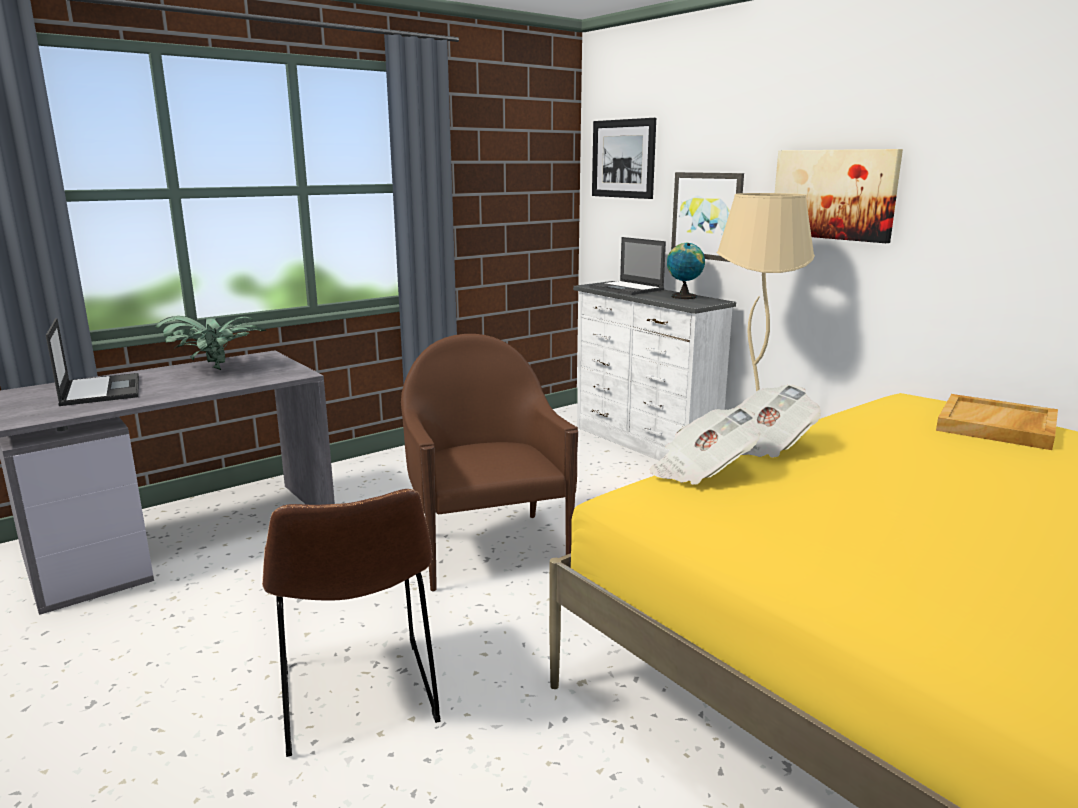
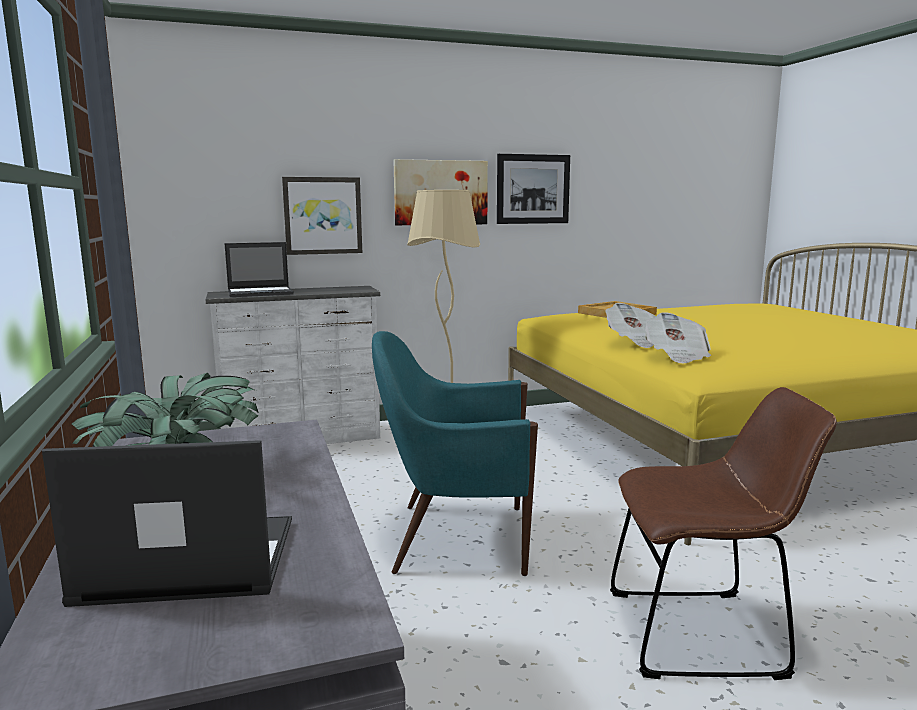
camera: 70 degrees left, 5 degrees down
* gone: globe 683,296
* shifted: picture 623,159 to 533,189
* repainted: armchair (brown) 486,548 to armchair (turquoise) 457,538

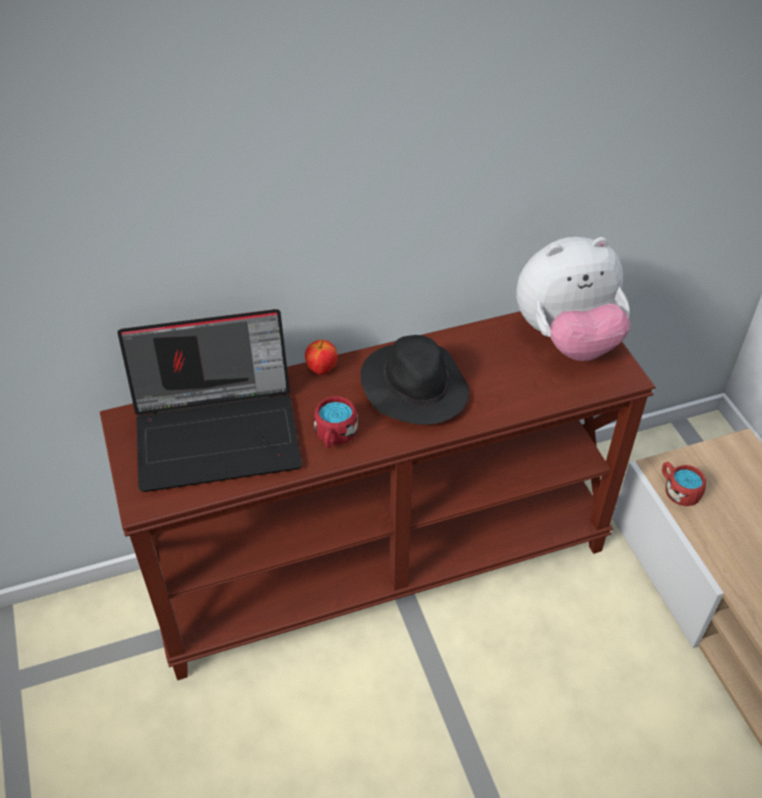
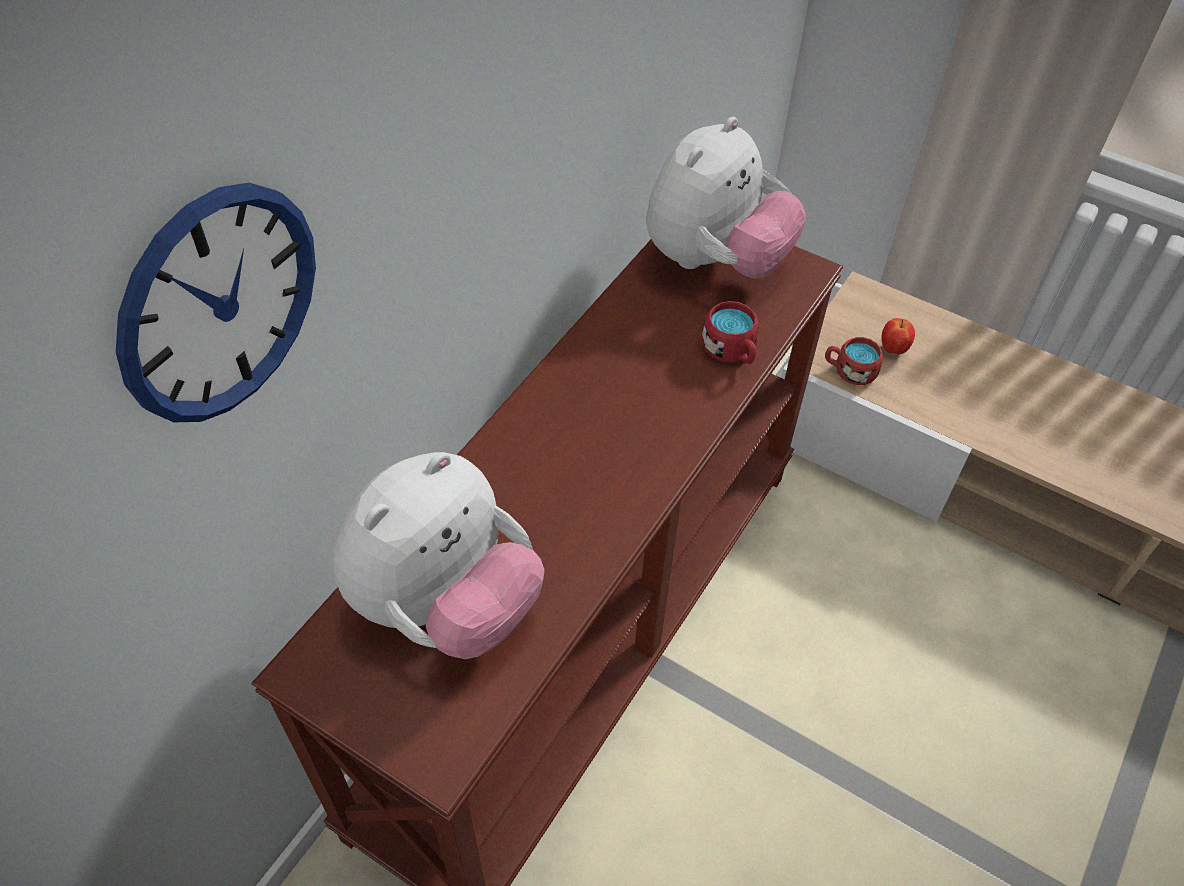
camera: 40 degrees left, 5 degrees up
* gone: hat (black) 413,387
* new: wall clock 220,304
* shifted: apple 322,369 to 893,349
* shifted: mug (red) 334,436 to 731,351
* swapped: laptop 219,432 to plush toy 446,604

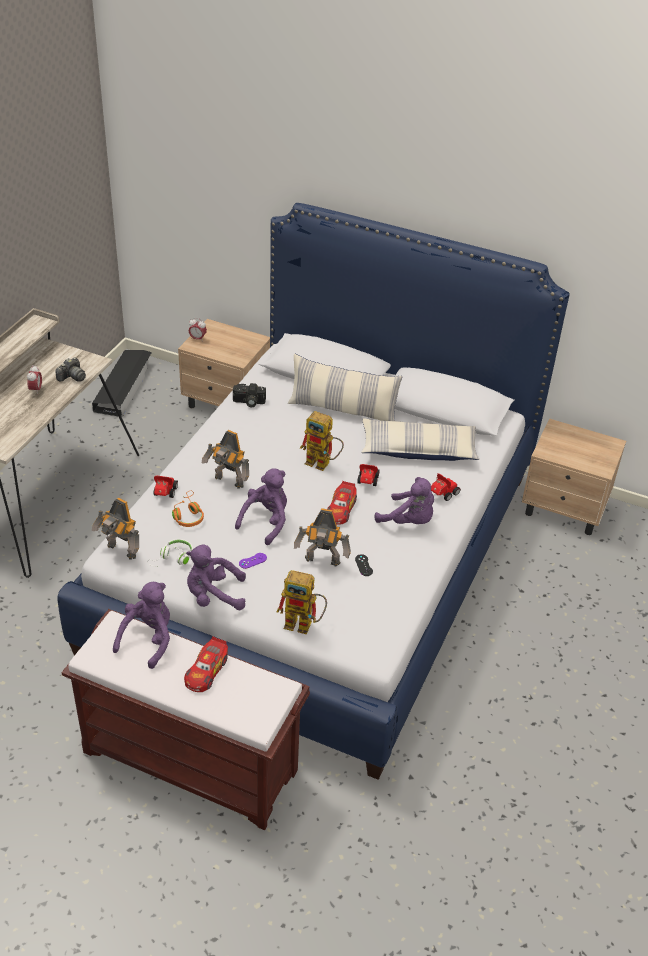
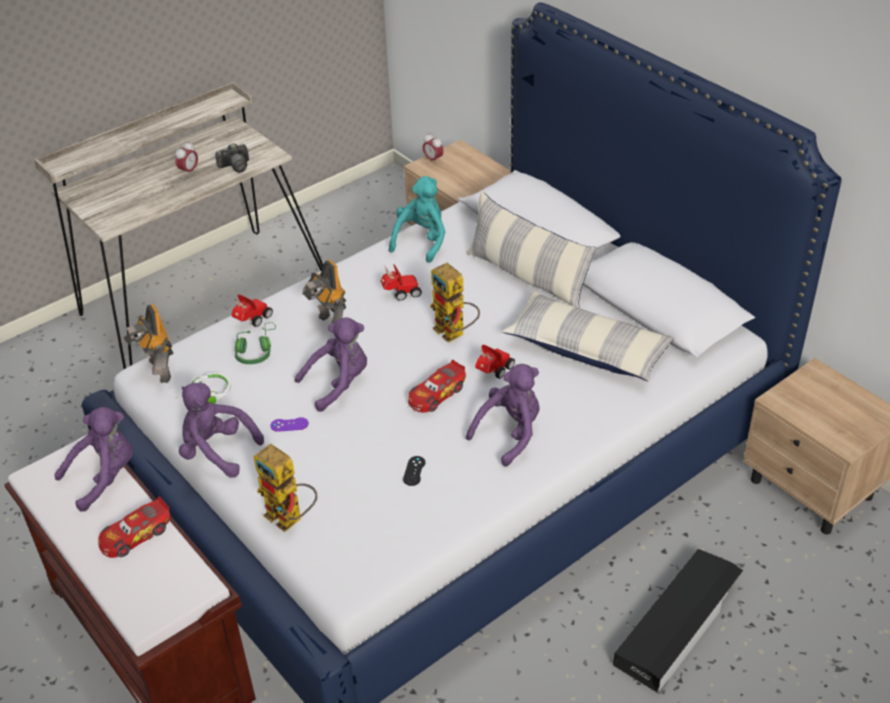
camera: 30 degrees right, 0 degrees up
* gone: toy robot 322,562
* shifted: storage box (black) 124,387 to 678,624
* shifted: toy car 442,495 to 400,293
* swapped: photo camera 248,402 to plush toy (turquoise) 421,241
* repainted: headphones (orange) 188,515 to headphones (green) 256,351
* rotated: plush toy (purple) 409,521 = 510,433 105 degrees counterclockwise

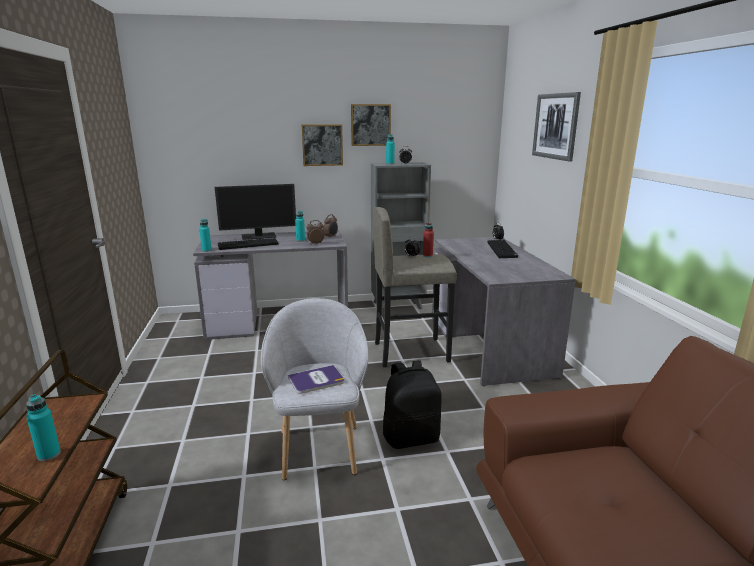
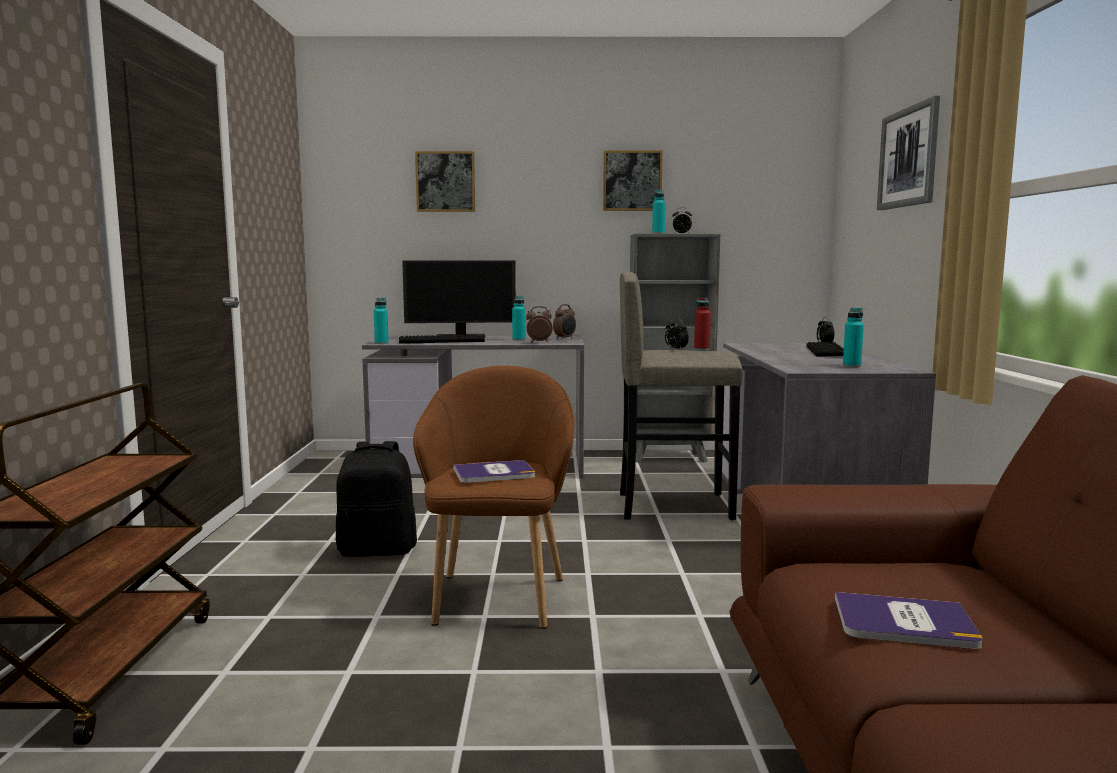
camera: 10 degrees right, 10 degrees down
* new: book 904,623
* shifted: bottle (turquoise) 49,454 to 851,366
* shifted: picture 322,145 to 445,181
* shifted: backpack (black) 411,437 to 378,550
* repainted: armchair (grey) 320,448 to armchair (brown) 498,597

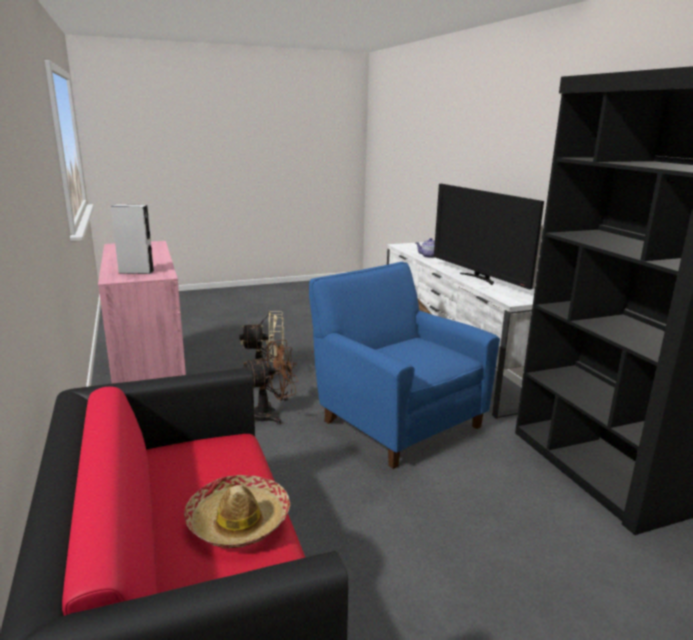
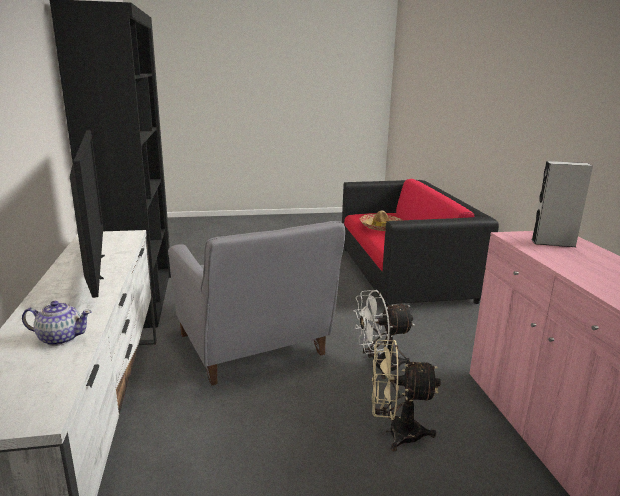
camera: 170 degrees left, 0 degrees up
* repainted: fan (brown) 271,415 to fan (white) 379,366
* repainted: armchair (blue) 395,420 to armchair (grey) 255,348

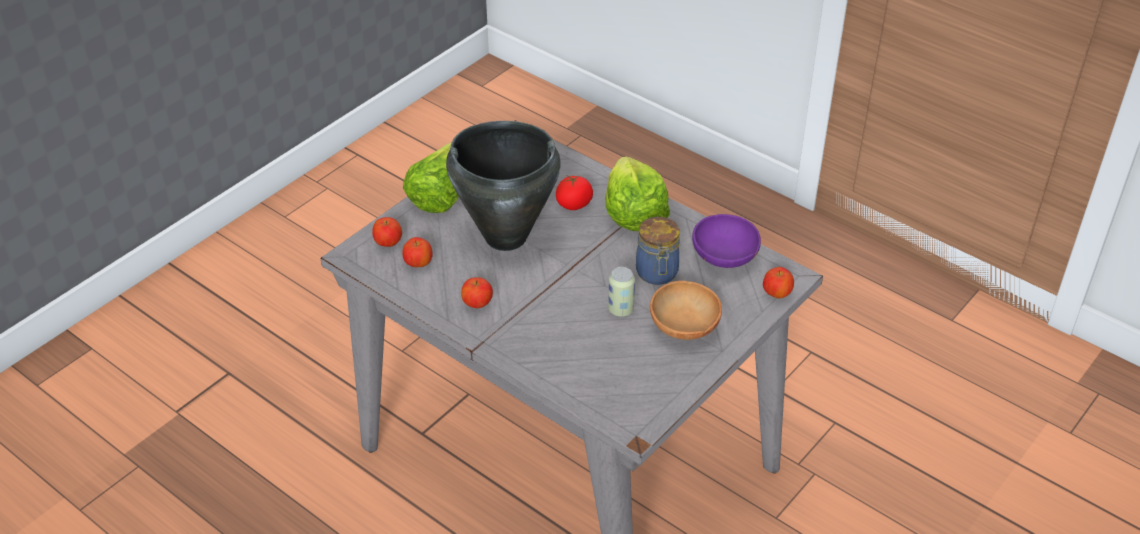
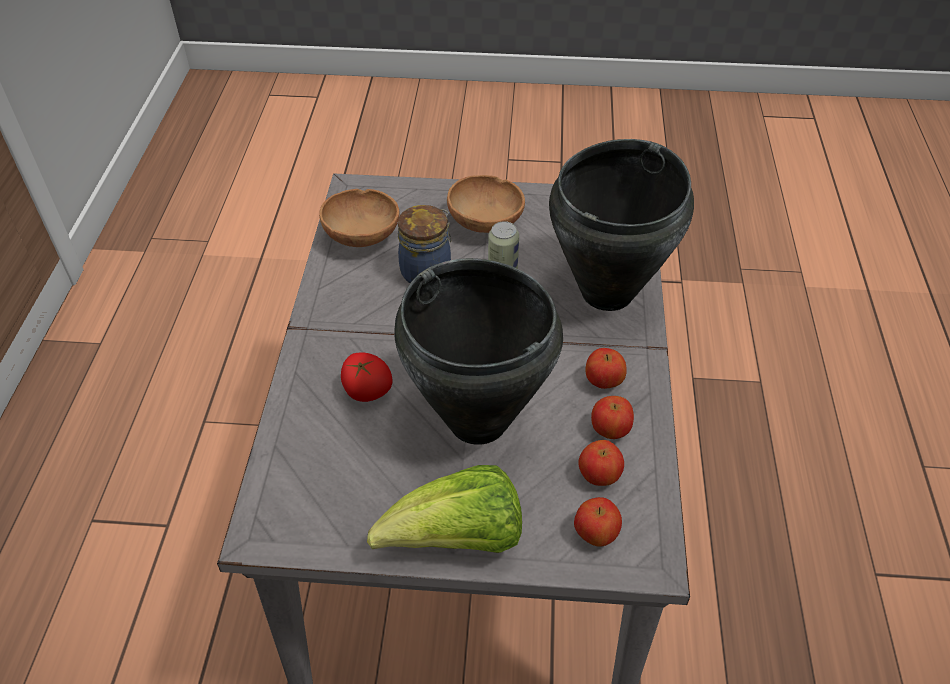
camera: 125 degrees left, 5 degrees up
* gone: lettuce 633,214
* new: cooking pot (black) 608,292
* shifted: apple 776,294 to 610,430
* repainted: bowl (purple) 724,259 to bowl (brown) 363,236

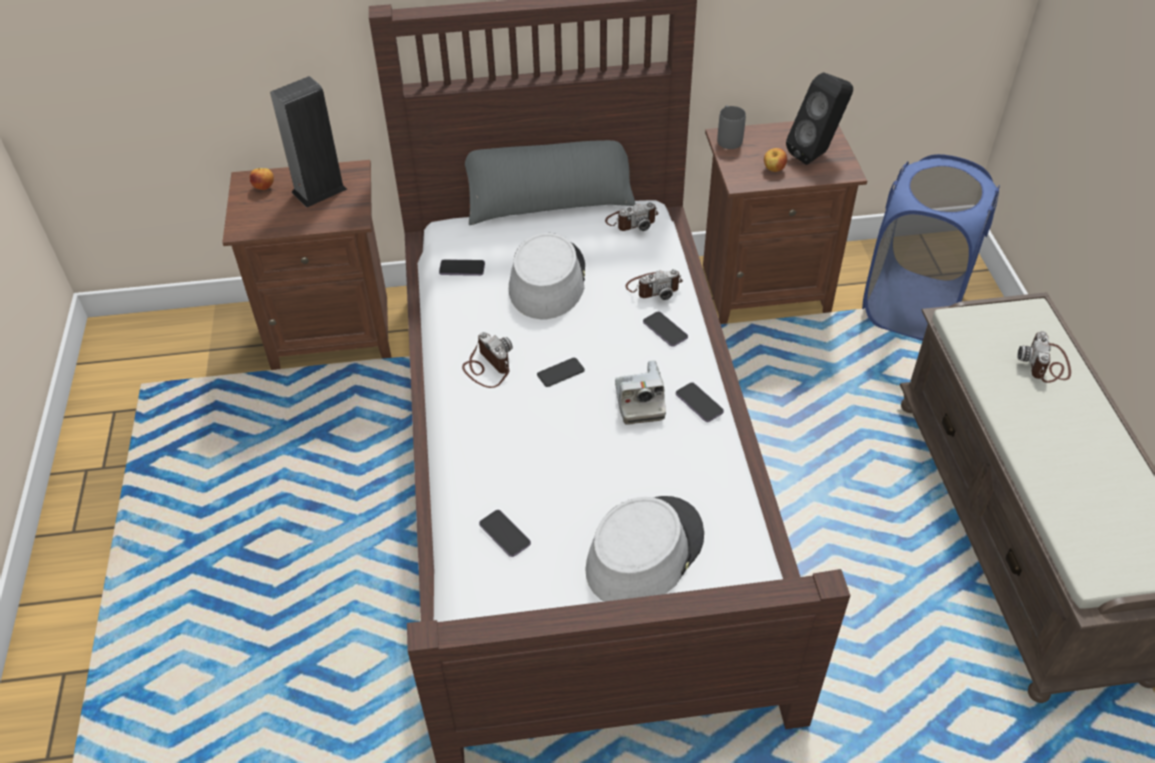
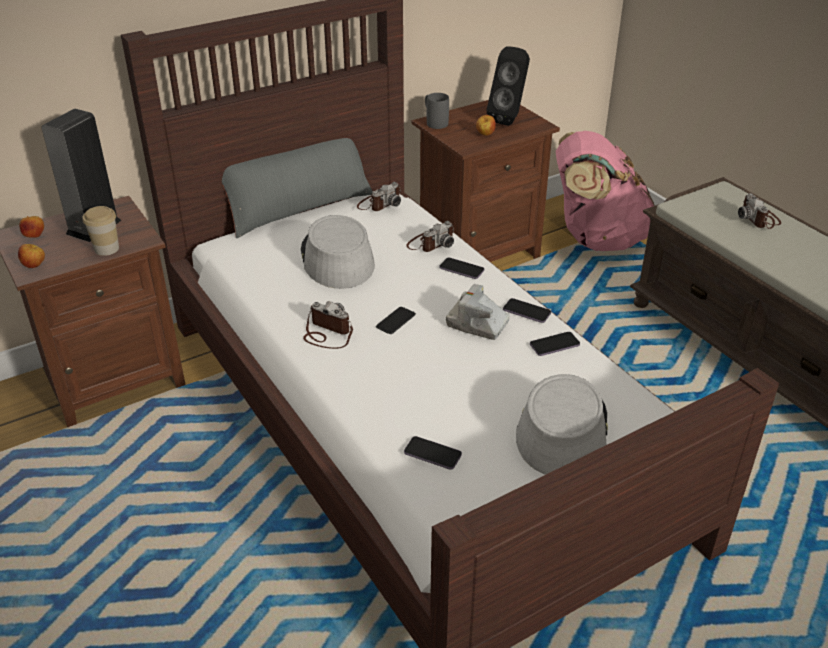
camera: 25 degrees left, 10 degrees down
* new: apple 34,266
* new: cup 106,249
* shifted: phone 462,269 to 554,345
* swapped: laundry basket (blue) 912,306 to backpack (pink) 595,238
* rotated: photo camera 639,402 = 477,324 150 degrees clockwise

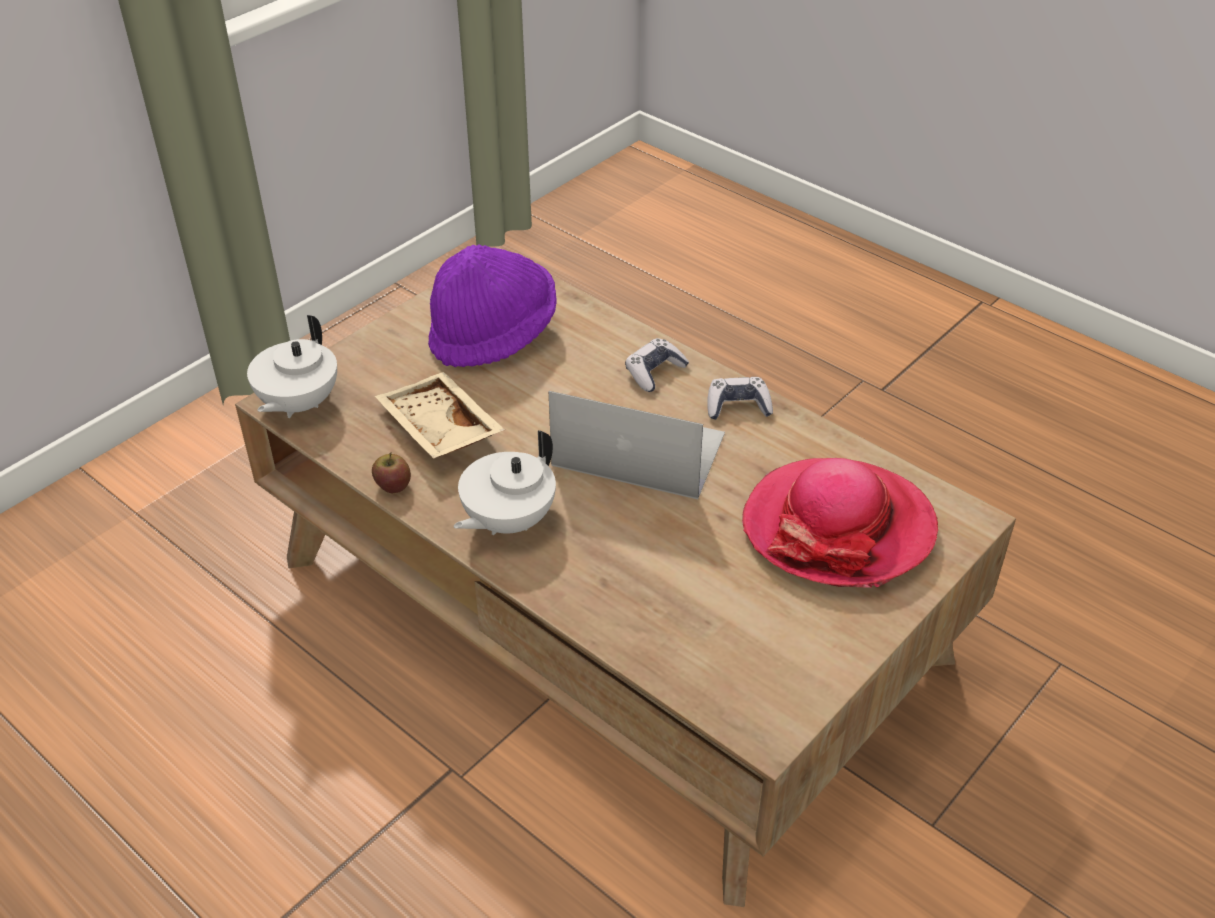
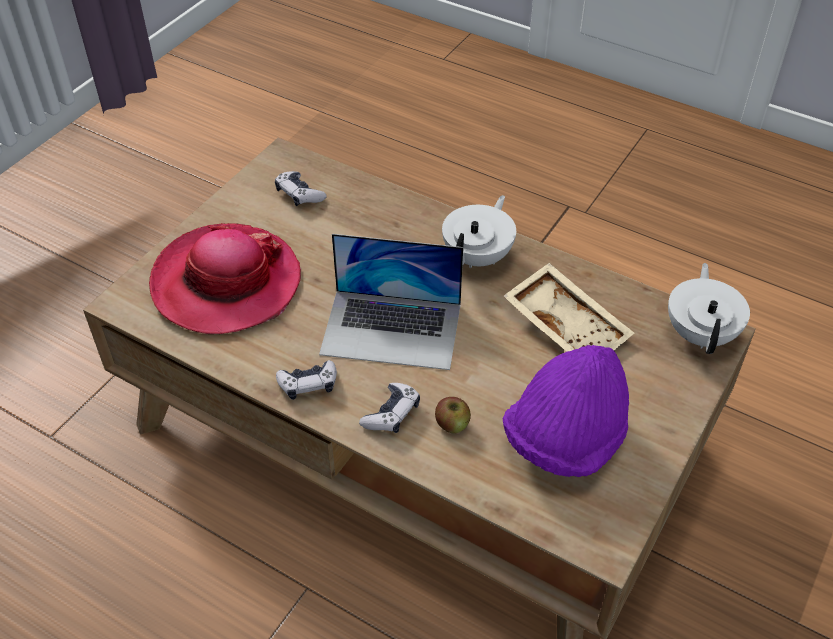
camera: 170 degrees right, 5 degrees up
* new: game controller 299,194
* shifted: apple 393,485 to 452,424

